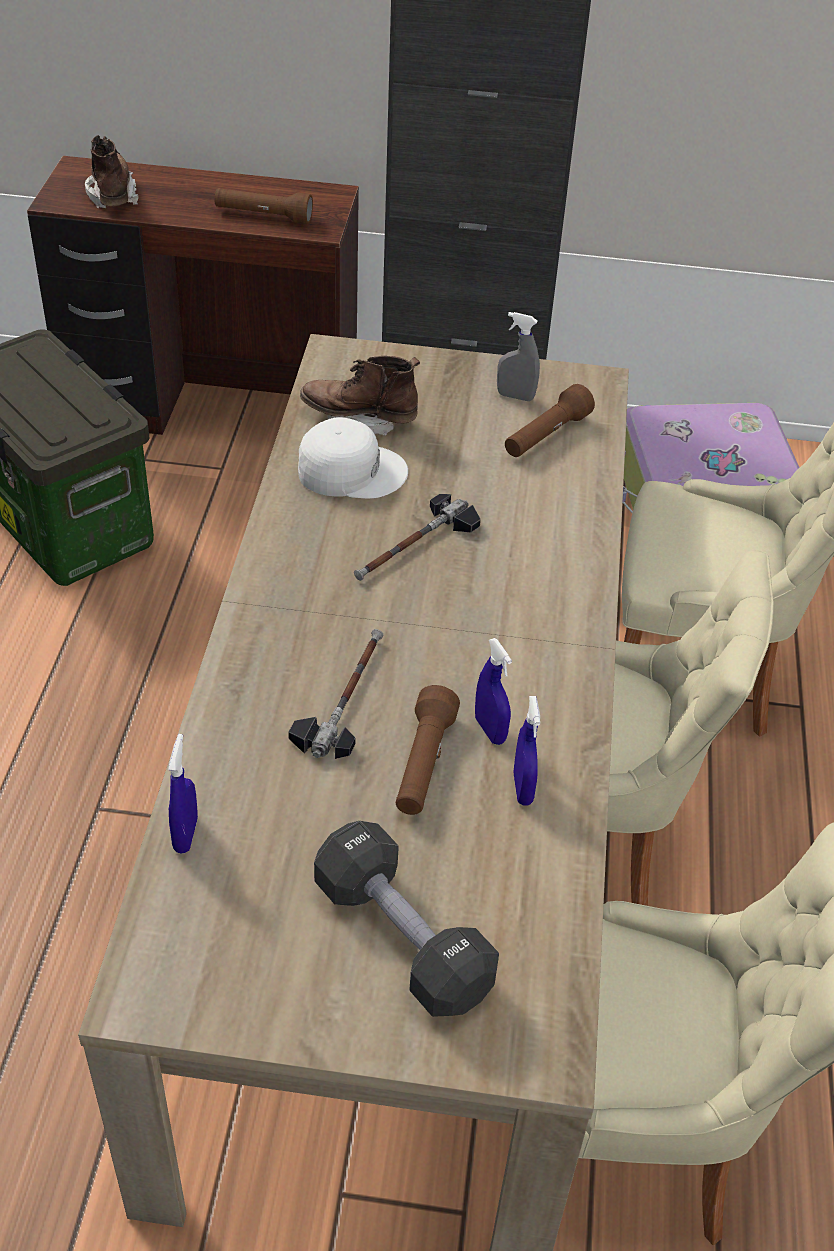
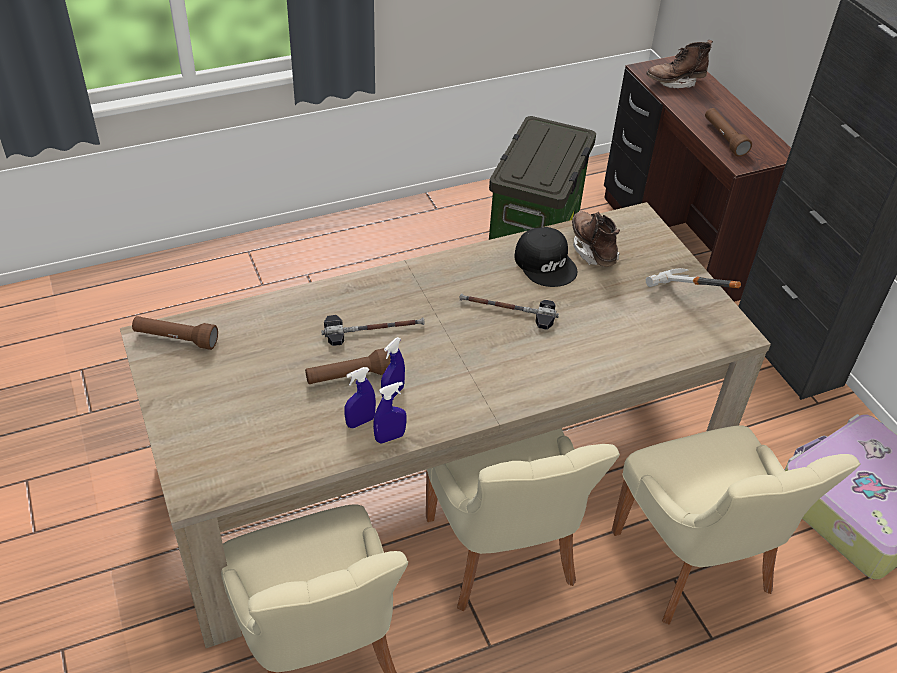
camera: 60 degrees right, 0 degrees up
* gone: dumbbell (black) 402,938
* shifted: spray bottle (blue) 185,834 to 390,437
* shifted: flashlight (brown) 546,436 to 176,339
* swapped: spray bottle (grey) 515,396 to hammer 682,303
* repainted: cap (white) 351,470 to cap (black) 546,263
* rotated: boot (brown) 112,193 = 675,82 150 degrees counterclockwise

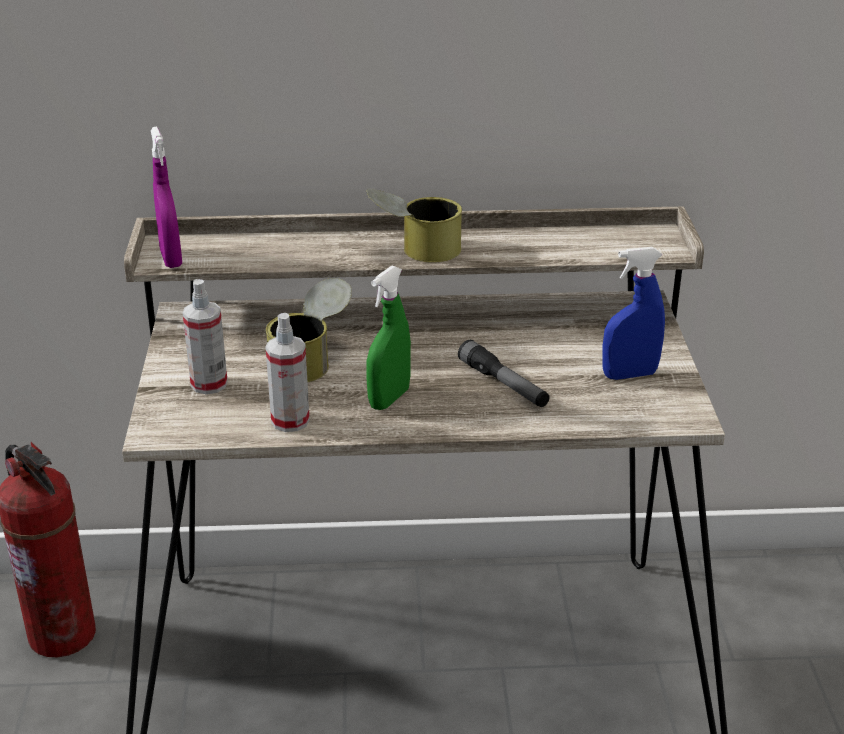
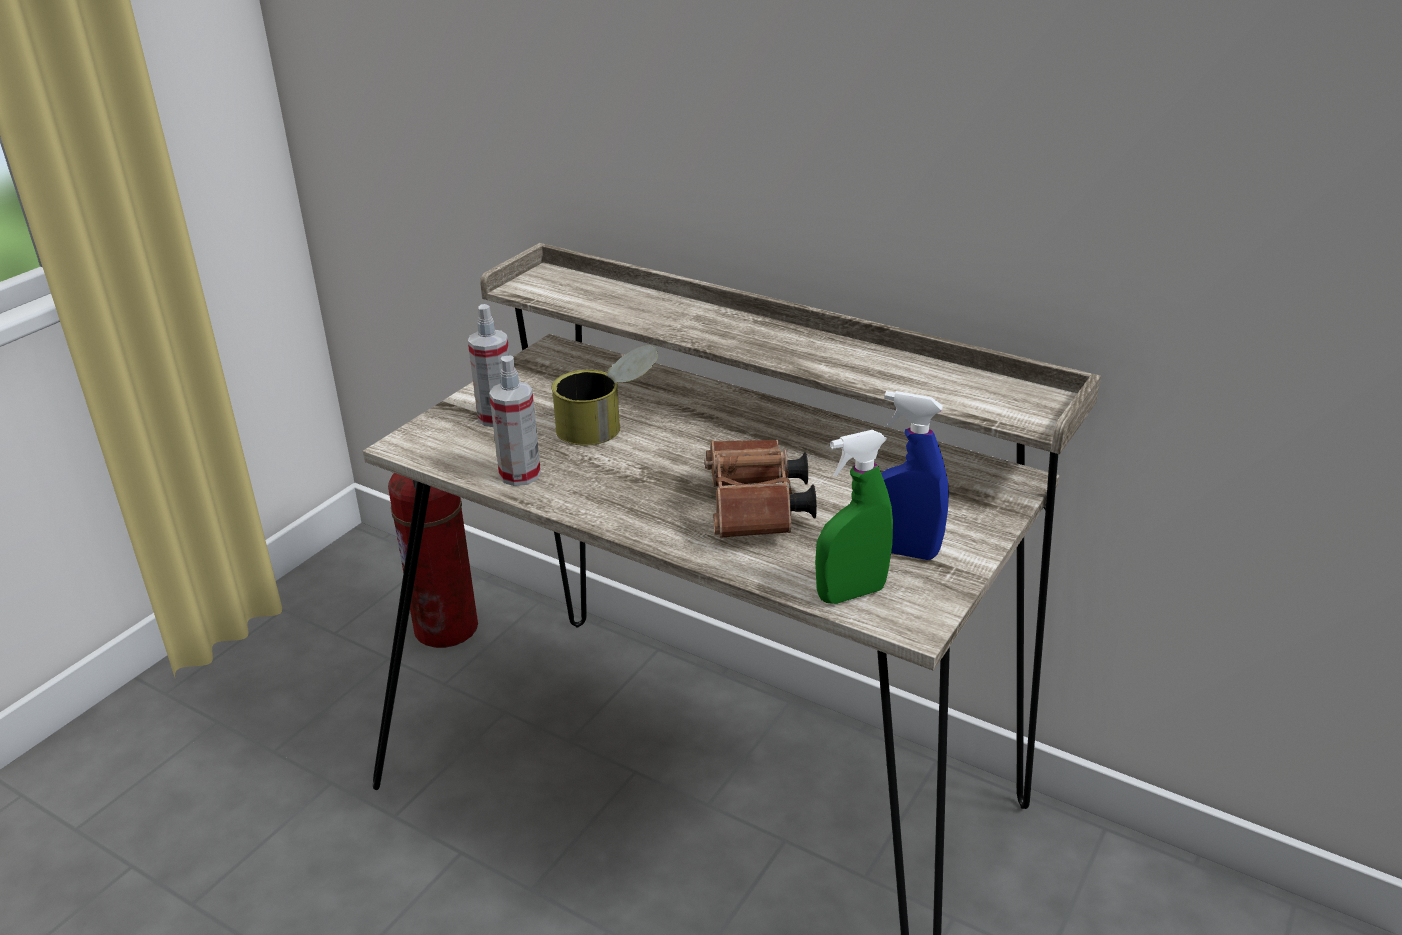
camera: 35 degrees right, 0 degrees up
* gone: spray bottle (purple) 171,259
* gone: can 414,251
* shifted: spray bottle (green) 389,399 to 851,593
* swapped: flashlight 503,384 to binoculars (brown) 756,512

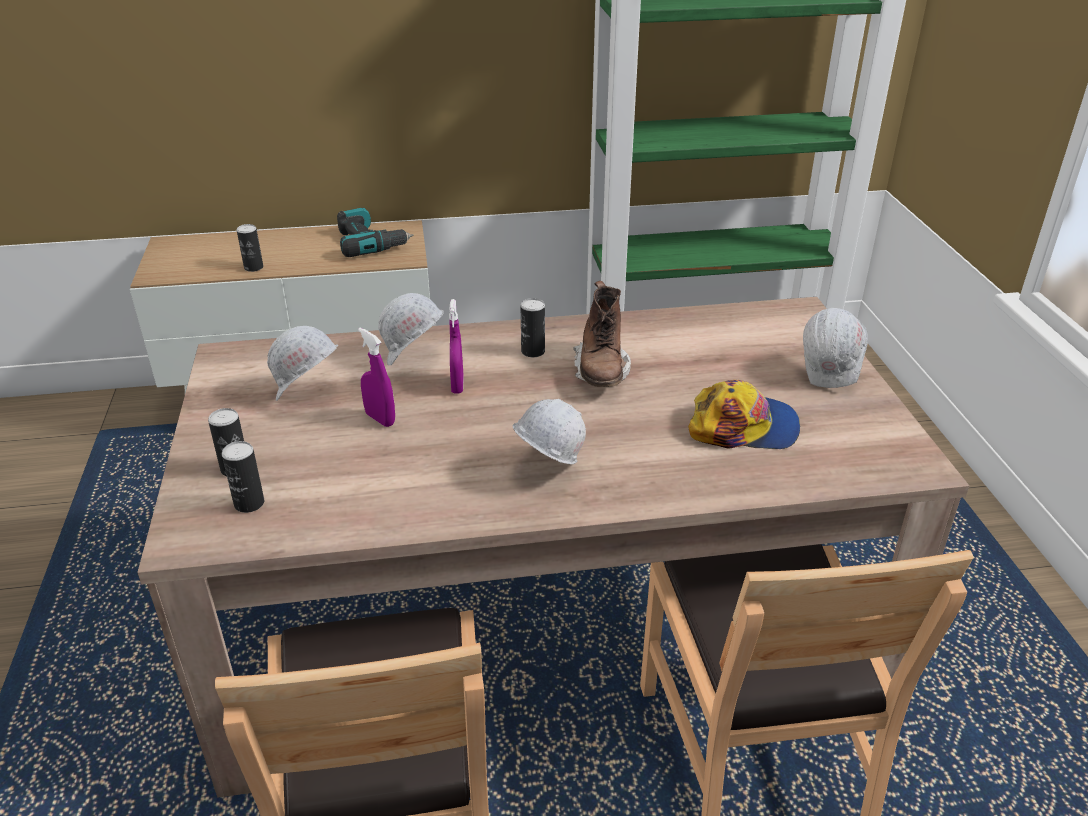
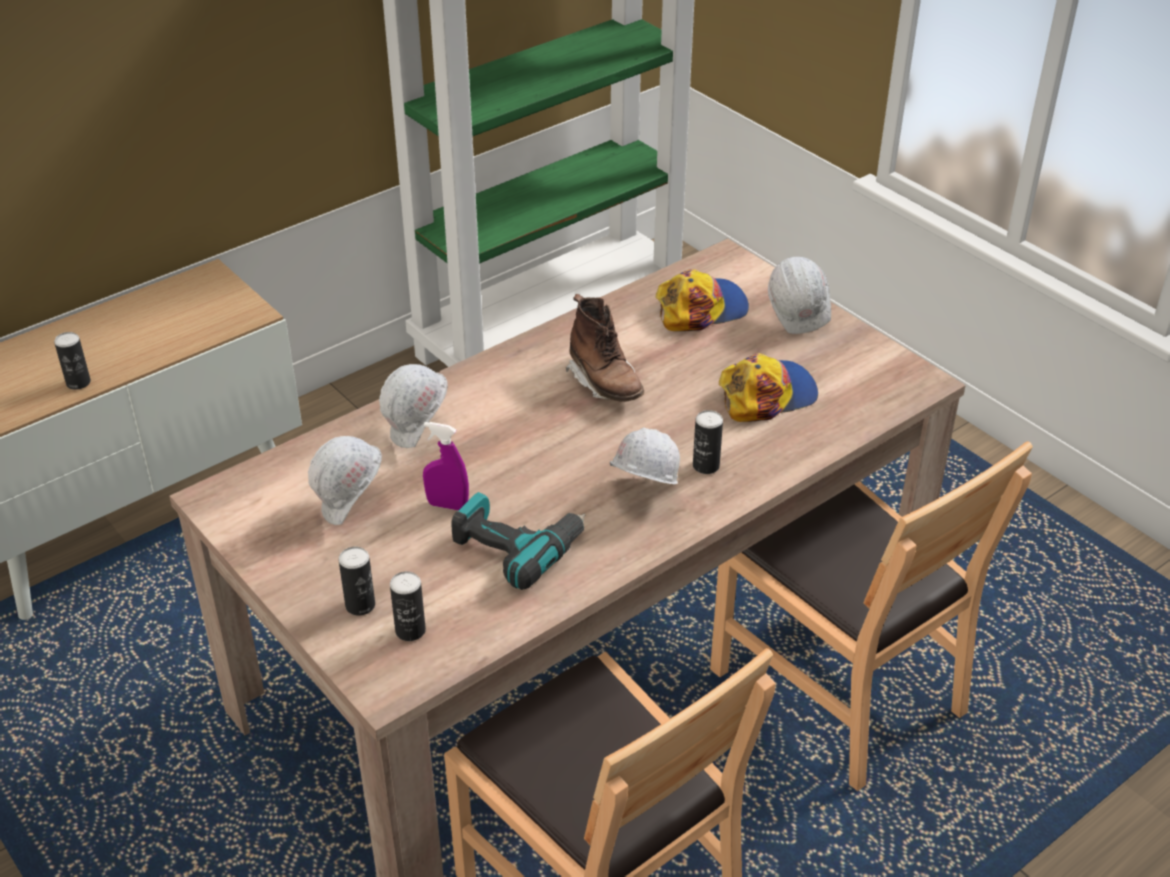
camera: 30 degrees left, 5 degrees up
* gone: spray bottle (purple) 457,385
* new: cap 701,309
* shifted: power drill 370,243 to 517,546
* shifted: can 533,351 to 706,466

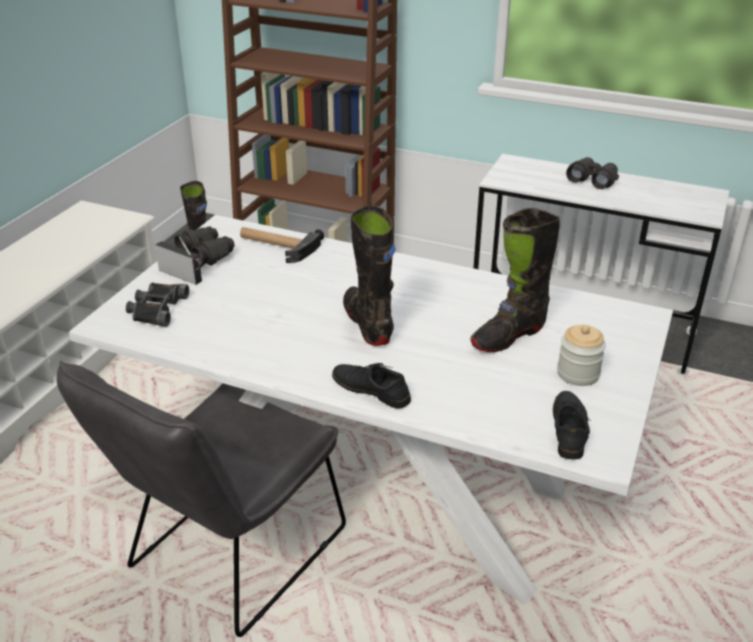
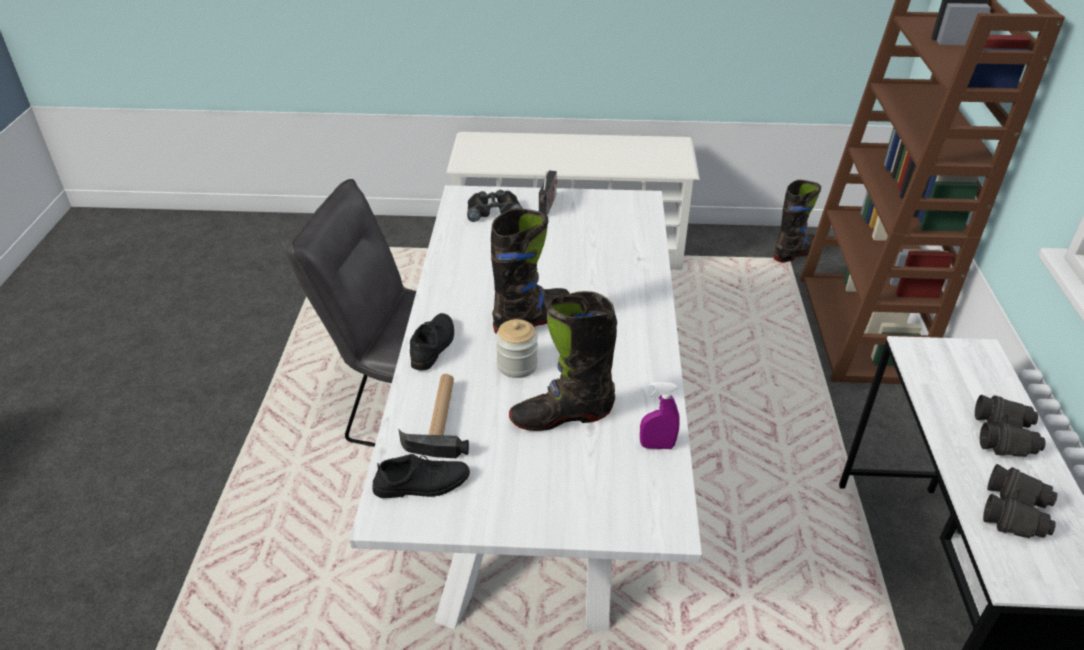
camera: 70 degrees right, 5 degrees up
* new: spray bottle (purple) 657,446
* shifted: binoculars (black) 207,254 to 1015,512
* shifted: hammer 277,245 to 439,419
* shifted: jar 578,374 to 517,365
* rotated: boot (black) 508,336 = 561,416 45 degrees counterclockwise

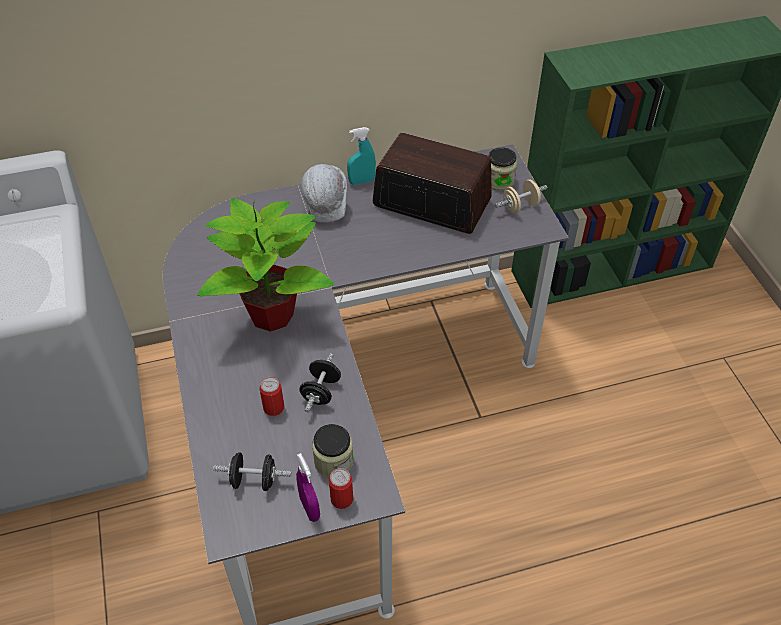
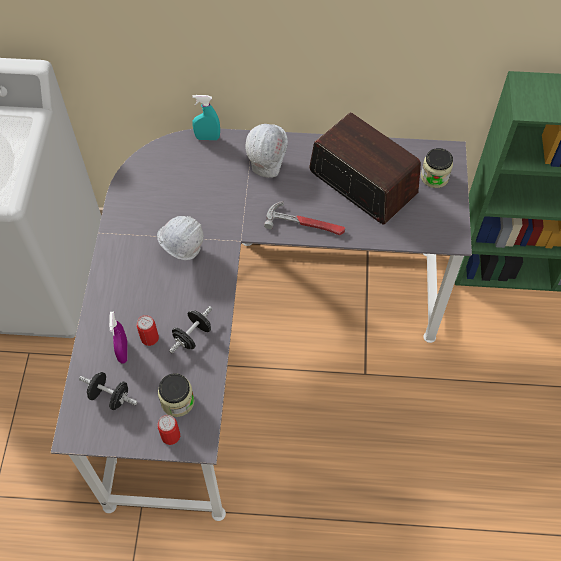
camera: 20 degrees right, 10 degrees up
* gone: dumbbell (beige) 520,206
* new: hammer 306,223
* shifted: spray bottle (purple) 310,508 to 123,352
* shifted: spray bottle (turquoise) 361,181 to 207,138
* swapped: potted plant 273,314 to hard hat (white) 182,252

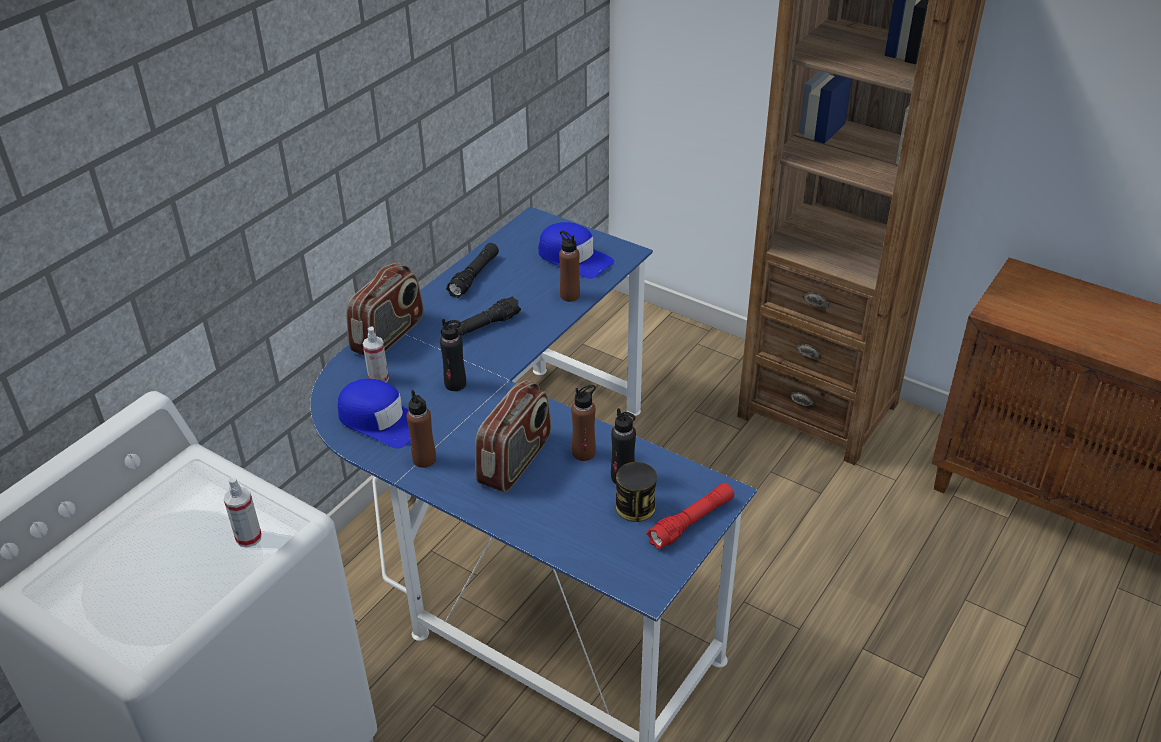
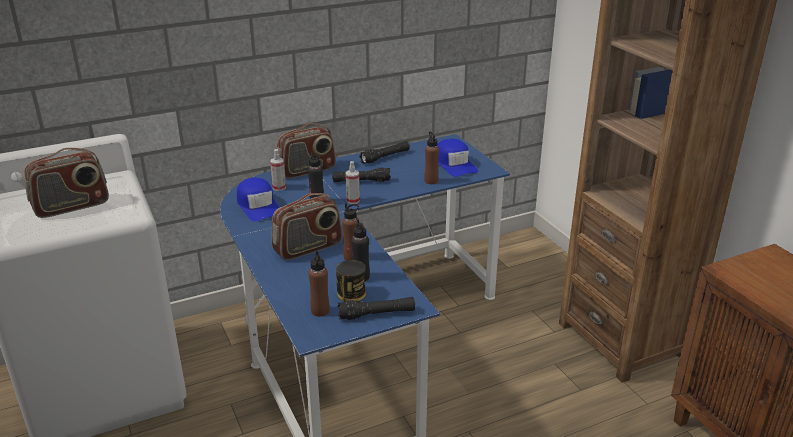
camera: 30 degrees right, 10 degrees down
* new: radio 71,206
* shifted: spray bottle 248,537 to 353,200
* shifted: bottle (brown) 424,459 to 320,311
* repainted: flashlight (red) 691,522 to flashlight (black) 376,314

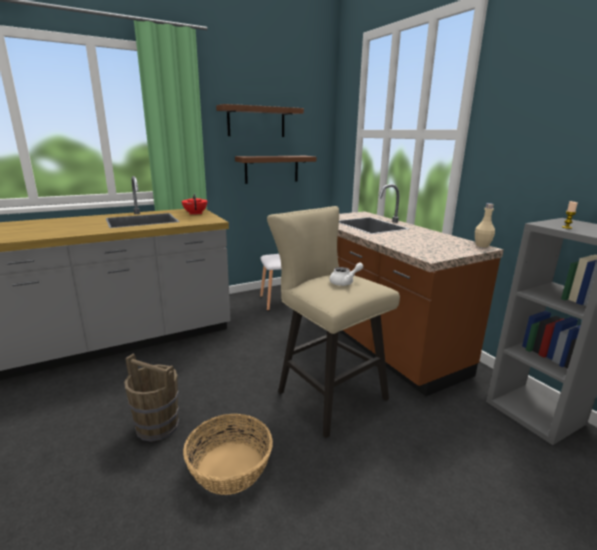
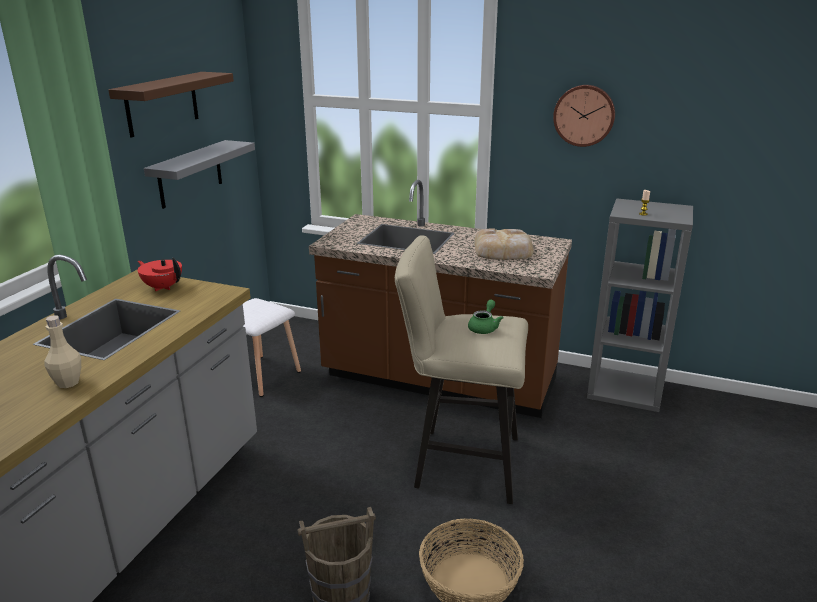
camera: 40 degrees left, 5 degrees up
* new: bread 504,251
* new: wall clock 584,115
* shifted: bottle (beige) 482,245 to 68,382
* repainted: shelf (brown) 271,169 to shelf (grey) 190,174
* repainted: teapot (white) 345,282 to teapot (green) 484,327

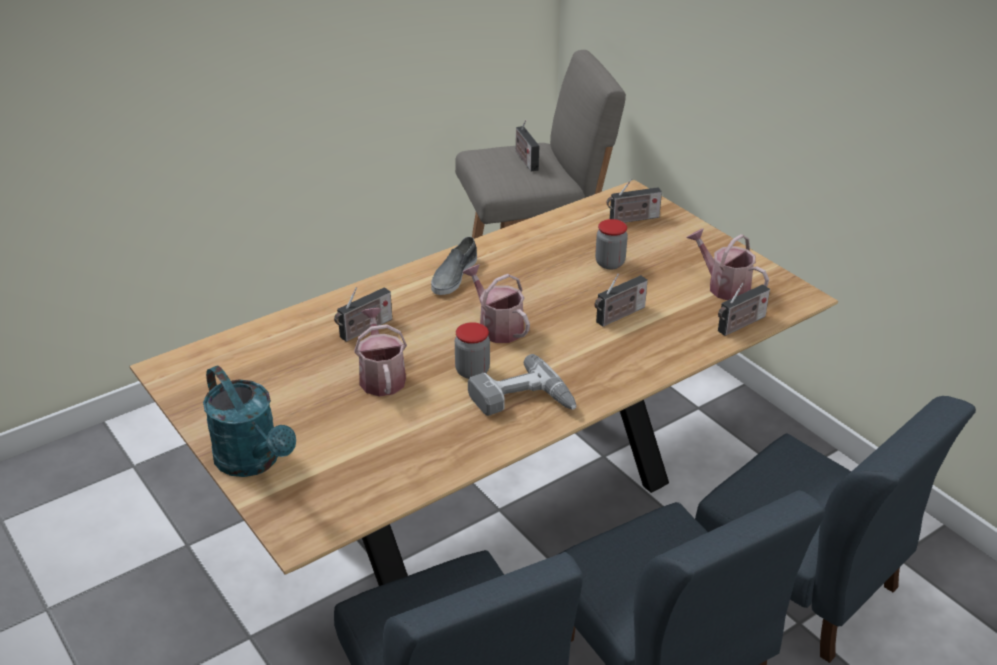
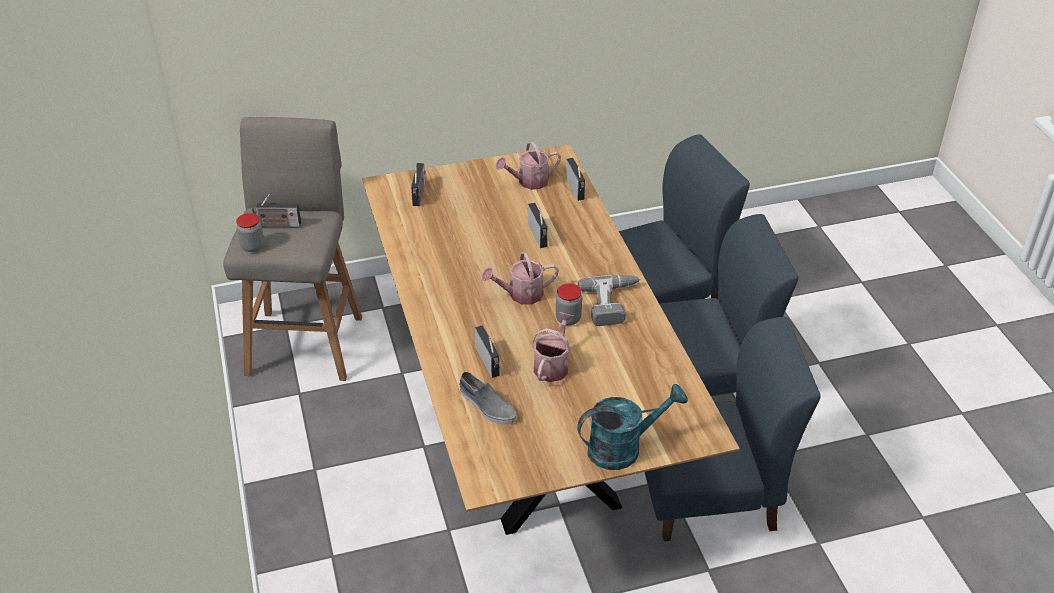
camera: 70 degrees left, 5 degrees up
* shifted: shoe (grey) 453,275 to 487,405
* shifted: jar 610,263 to 252,246
* rotated: watering can 381,376 = 553,365 105 degrees clockwise

